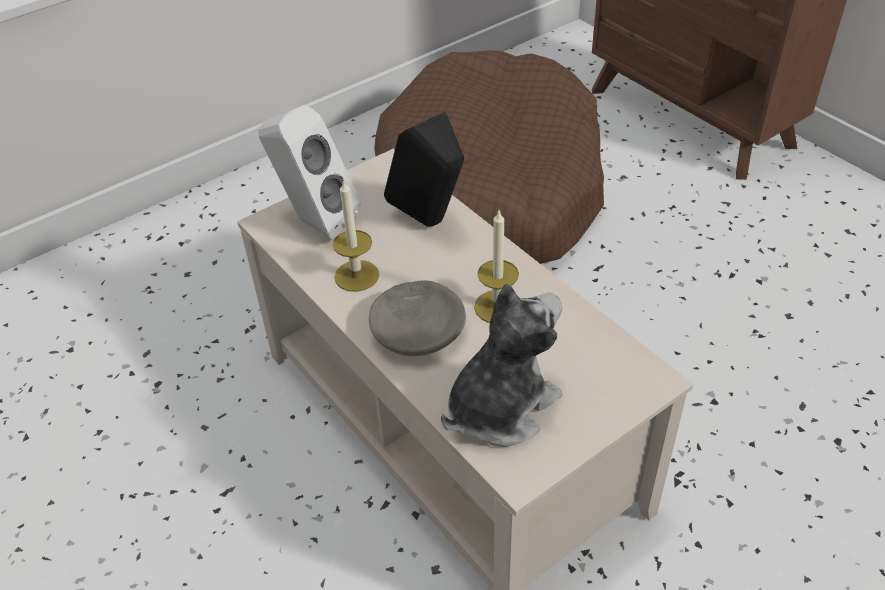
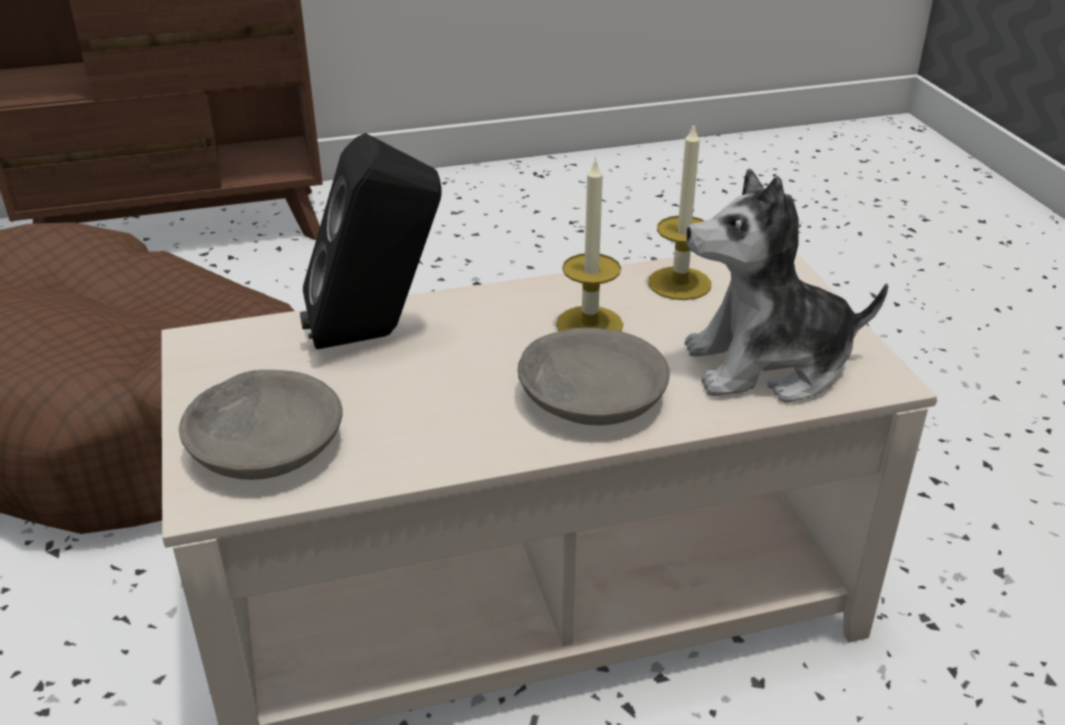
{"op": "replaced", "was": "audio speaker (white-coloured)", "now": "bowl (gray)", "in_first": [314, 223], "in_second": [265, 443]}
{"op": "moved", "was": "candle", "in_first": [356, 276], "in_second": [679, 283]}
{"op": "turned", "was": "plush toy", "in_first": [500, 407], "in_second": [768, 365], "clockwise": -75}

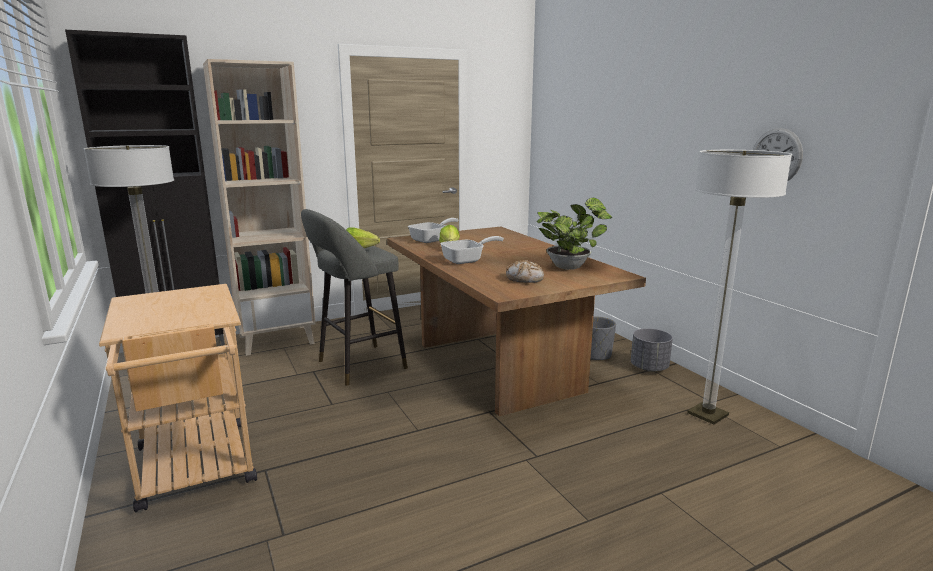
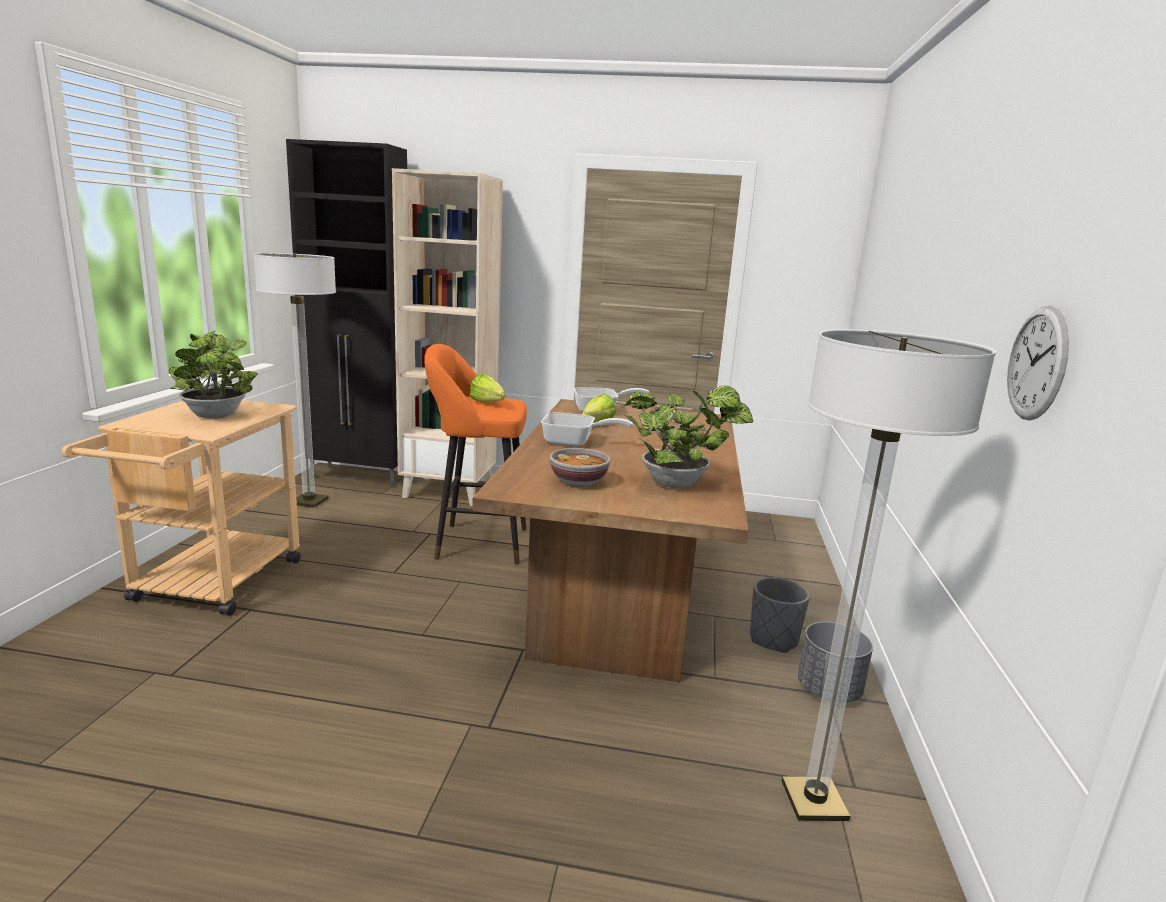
{"op": "recoloured", "was": "stool (gray)", "now": "stool (orangey)", "in_first": [357, 366], "in_second": [475, 543]}
{"op": "replaced", "was": "bakery bread", "now": "bowl", "in_first": [525, 279], "in_second": [578, 481]}
{"op": "added", "now": "houseplant", "in_second": [216, 417]}

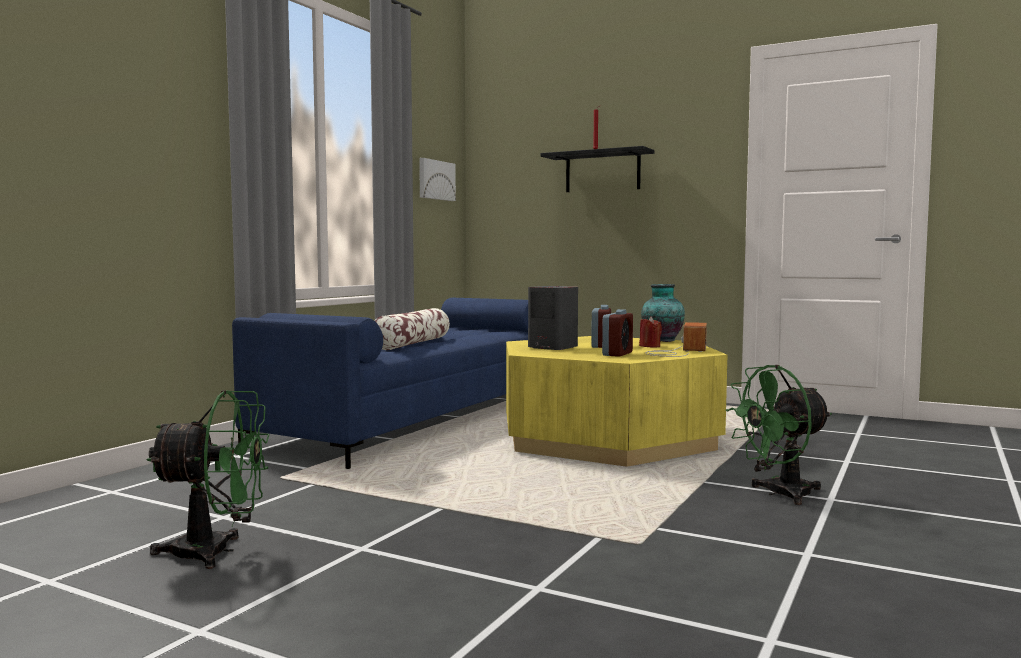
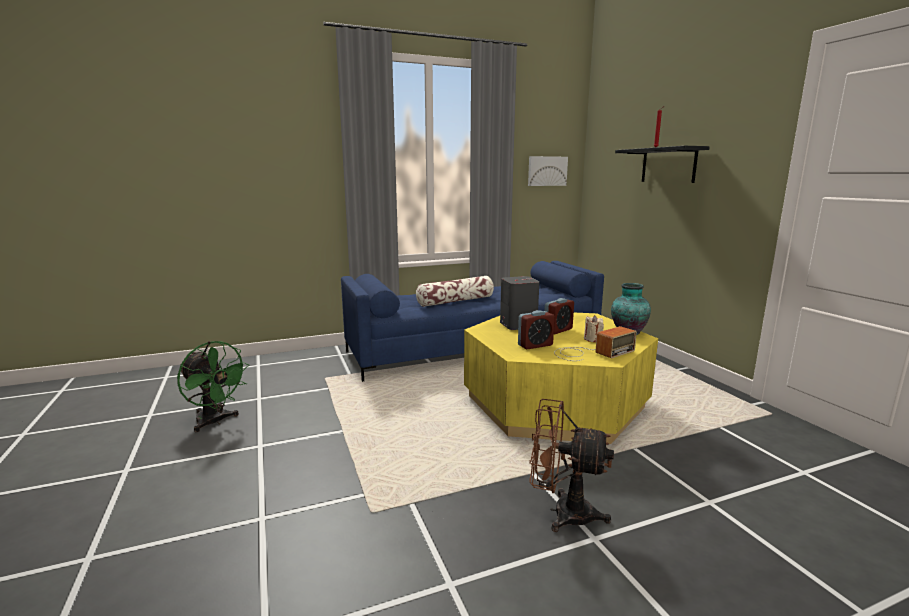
{"op": "recoloured", "was": "candle (red-coloured)", "now": "candle (beige-coloured)", "in_first": [650, 346], "in_second": [592, 339]}
{"op": "recoloured", "was": "cooling fan (green)", "now": "cooling fan (brown)", "in_first": [779, 494], "in_second": [562, 512]}

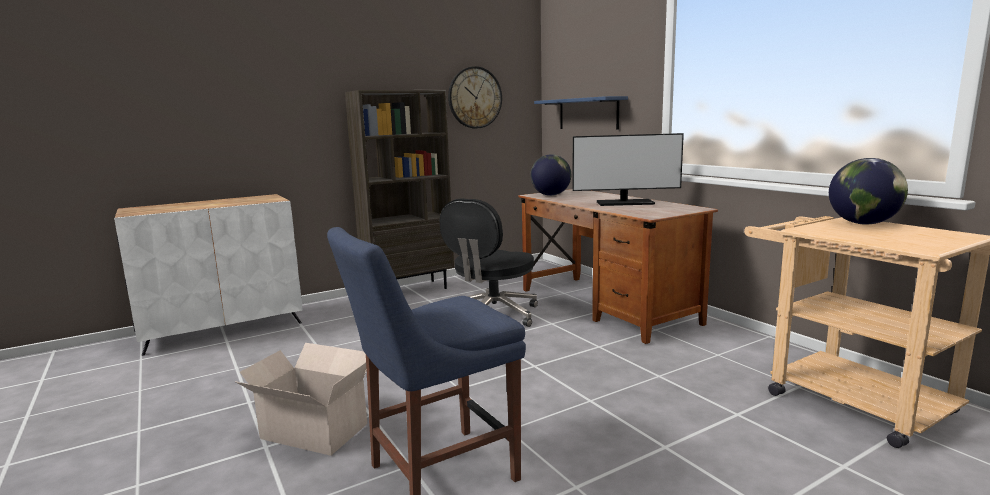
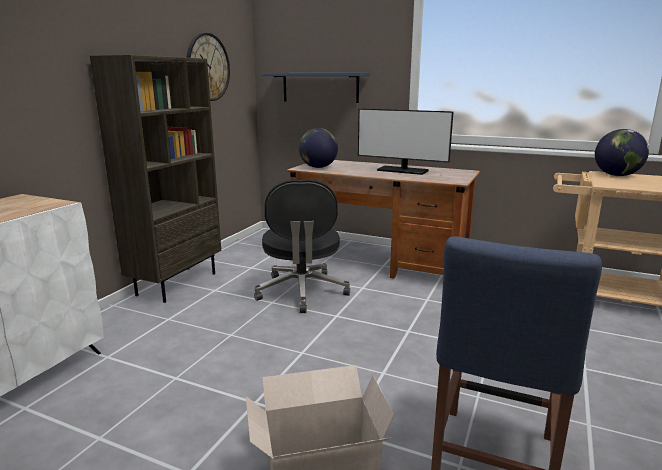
{"op": "turned", "was": "monitor", "in_first": [625, 203], "in_second": [402, 170], "clockwise": 60}

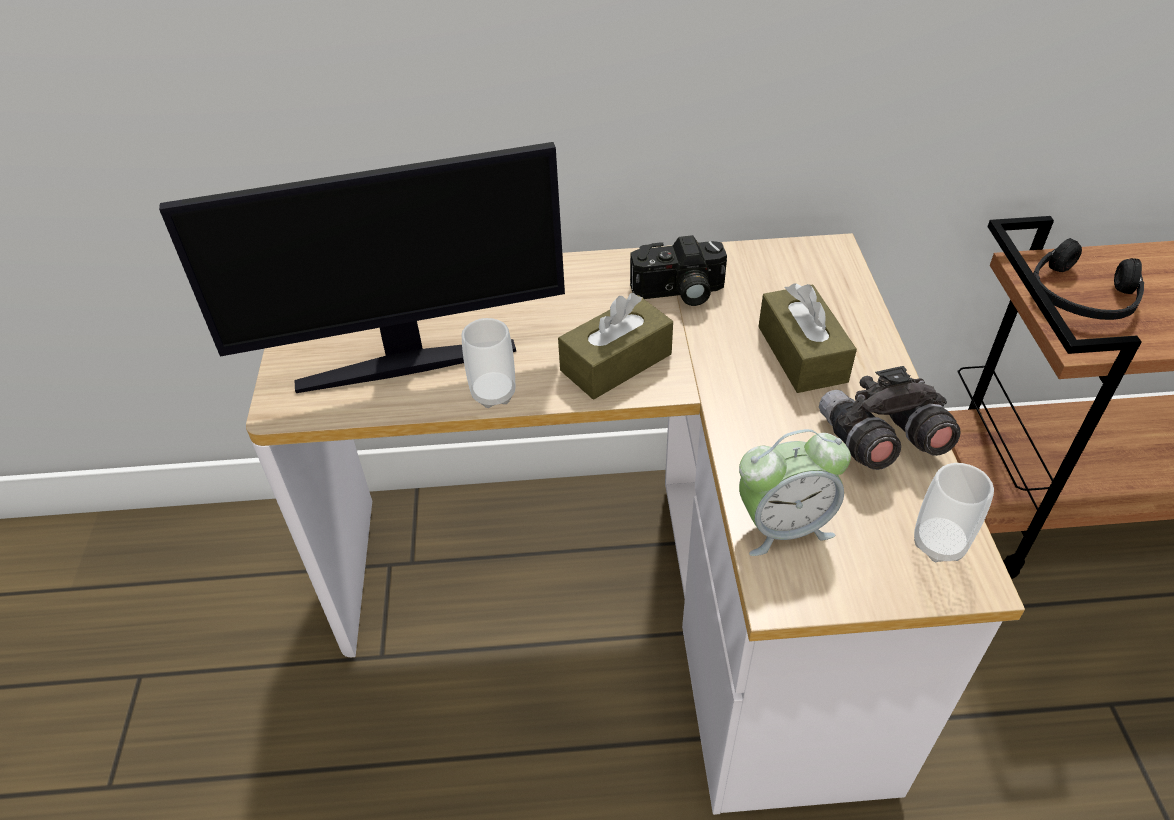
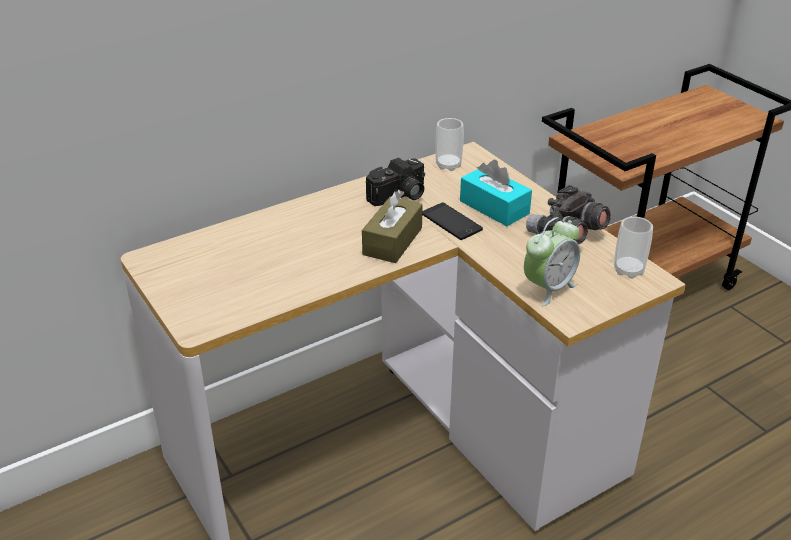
{"op": "removed", "was": "monitor", "in_first": [406, 362]}
{"op": "moved", "was": "cup", "in_first": [493, 394], "in_second": [448, 165]}
{"op": "recoloured", "was": "tissue holder (brown)", "now": "tissue holder (blue-green)", "in_first": [802, 354], "in_second": [494, 207]}
{"op": "removed", "was": "headset (black)", "in_first": [1081, 296]}
{"op": "added", "now": "telephone", "in_second": [451, 222]}

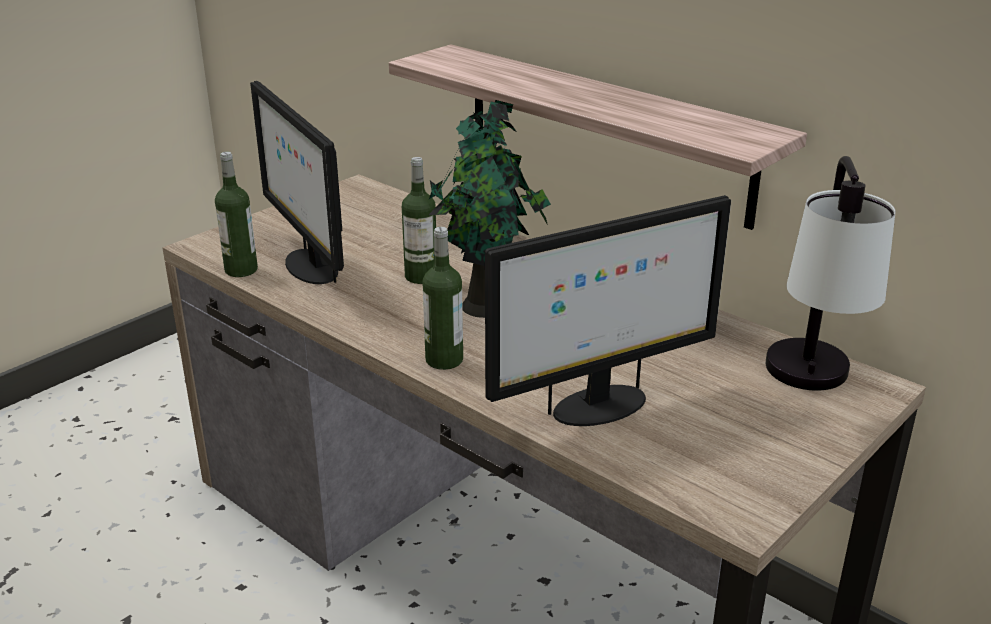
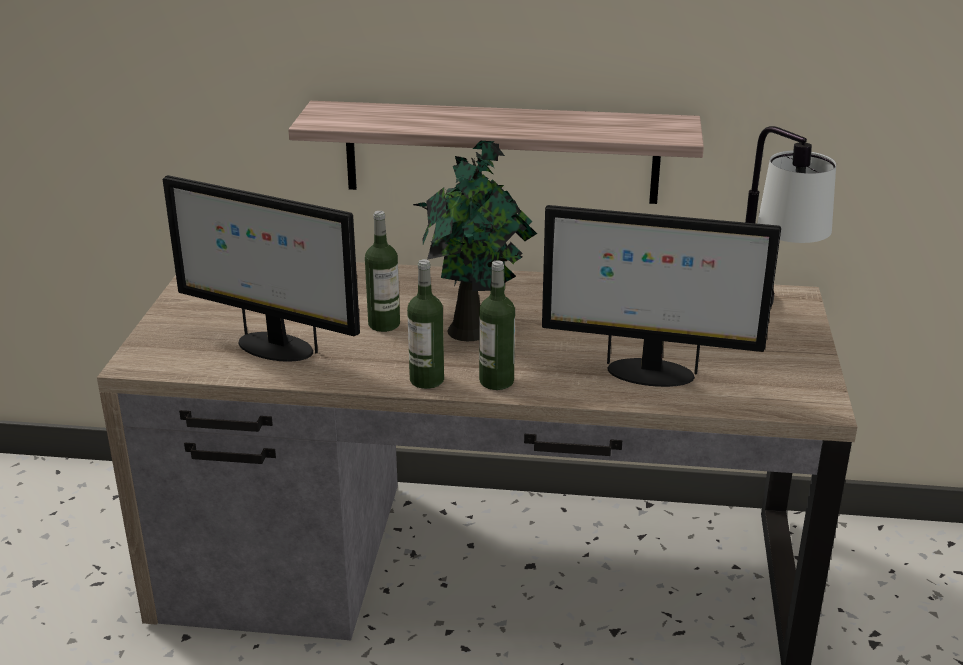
{"op": "moved", "was": "drink bottle", "in_first": [241, 270], "in_second": [427, 380]}
{"op": "turned", "was": "monitor", "in_first": [598, 407], "in_second": [648, 373], "clockwise": 75}

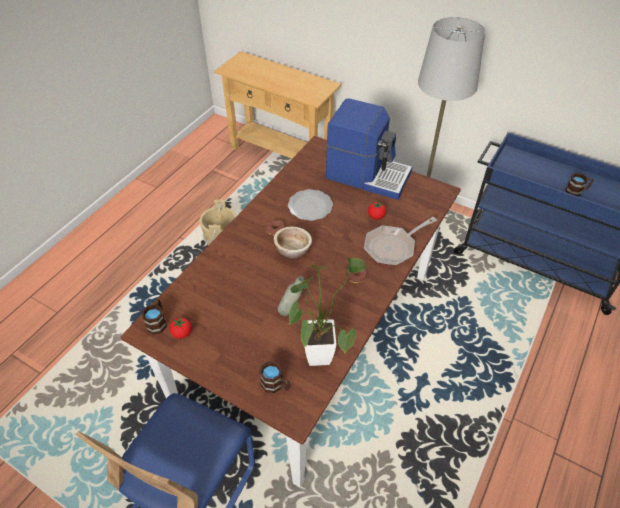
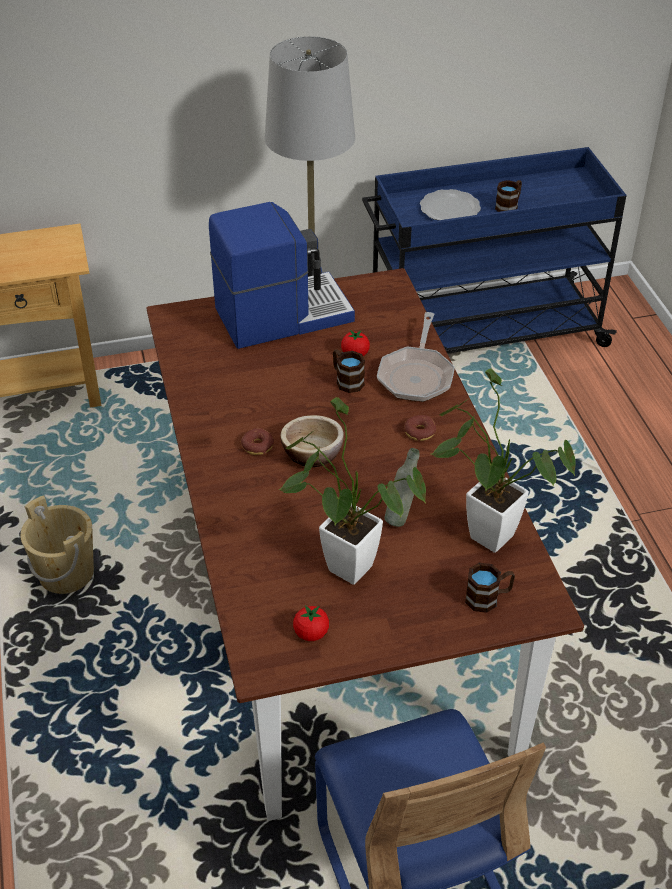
{"op": "moved", "was": "tea mug (brown)", "in_first": [158, 322], "in_second": [346, 380]}
{"op": "moved", "was": "flat dish", "in_first": [310, 206], "in_second": [449, 208]}
{"op": "added", "now": "houseplant", "in_second": [342, 563]}

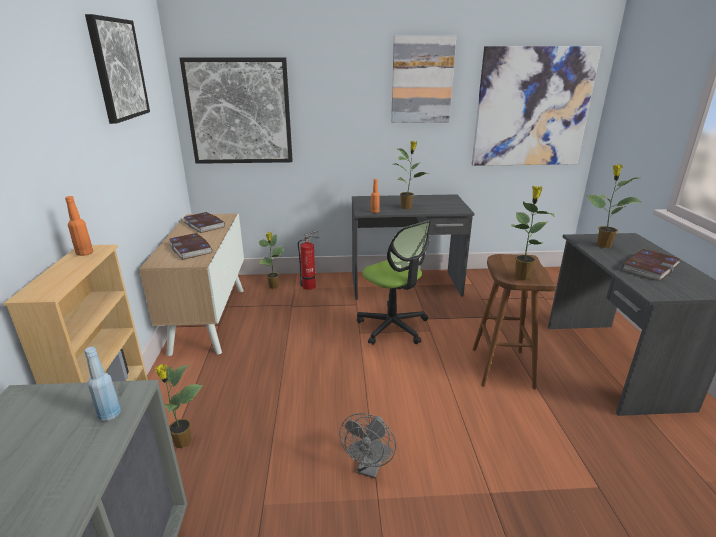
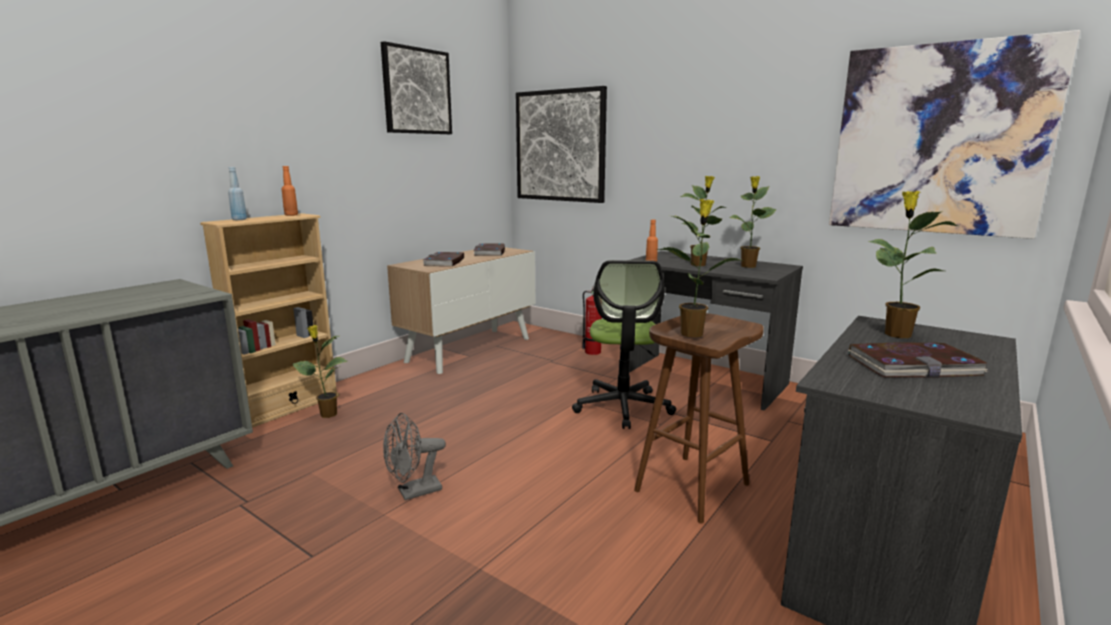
{"op": "moved", "was": "drink bottle (bluish)", "in_first": [109, 415], "in_second": [239, 219]}
{"op": "moved", "was": "houseplant", "in_first": [273, 286], "in_second": [748, 266]}
{"op": "removed", "was": "wall art", "in_first": [422, 80]}

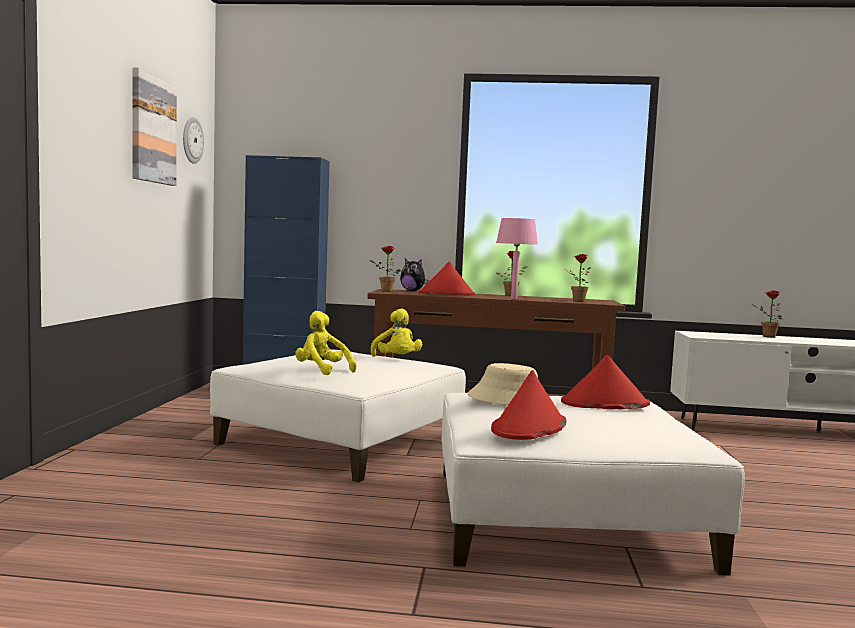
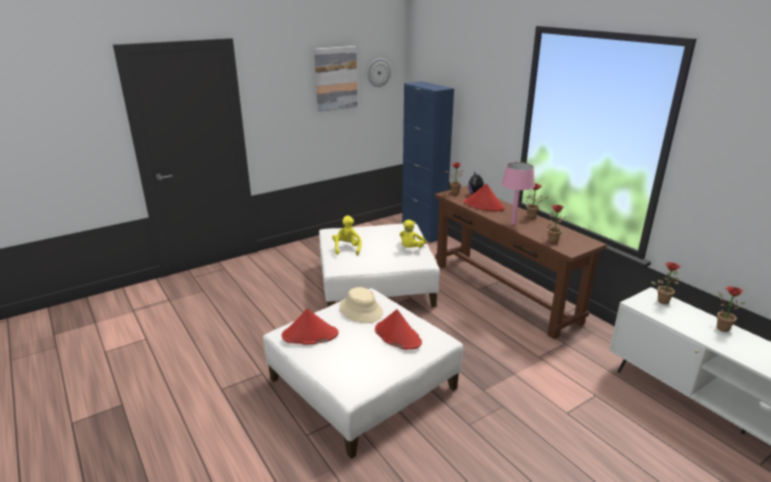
{"op": "added", "now": "houseplant", "in_second": [663, 300]}

